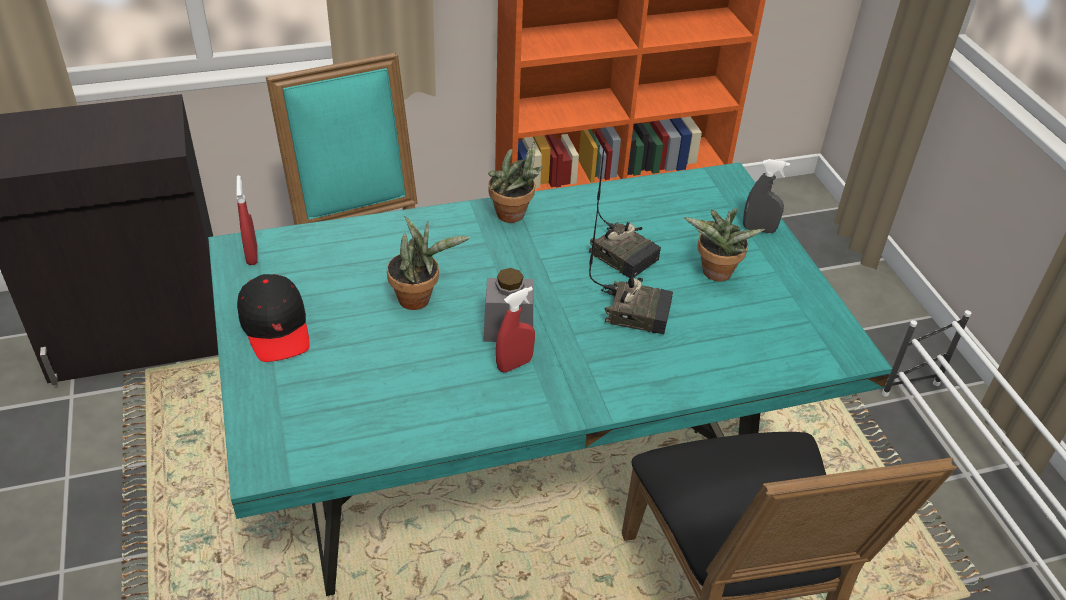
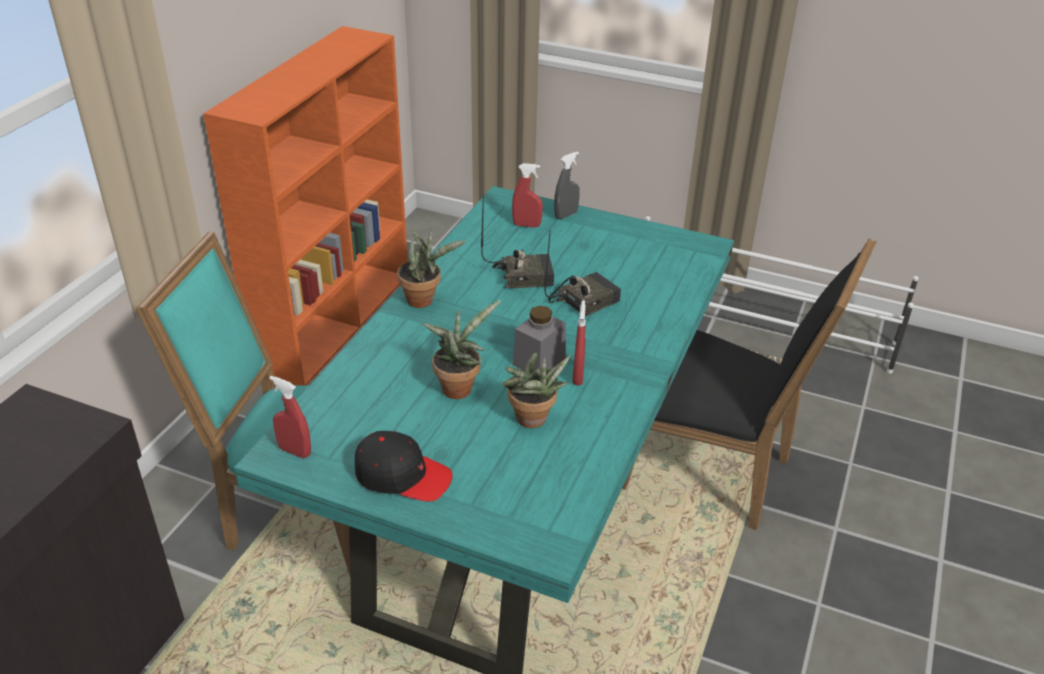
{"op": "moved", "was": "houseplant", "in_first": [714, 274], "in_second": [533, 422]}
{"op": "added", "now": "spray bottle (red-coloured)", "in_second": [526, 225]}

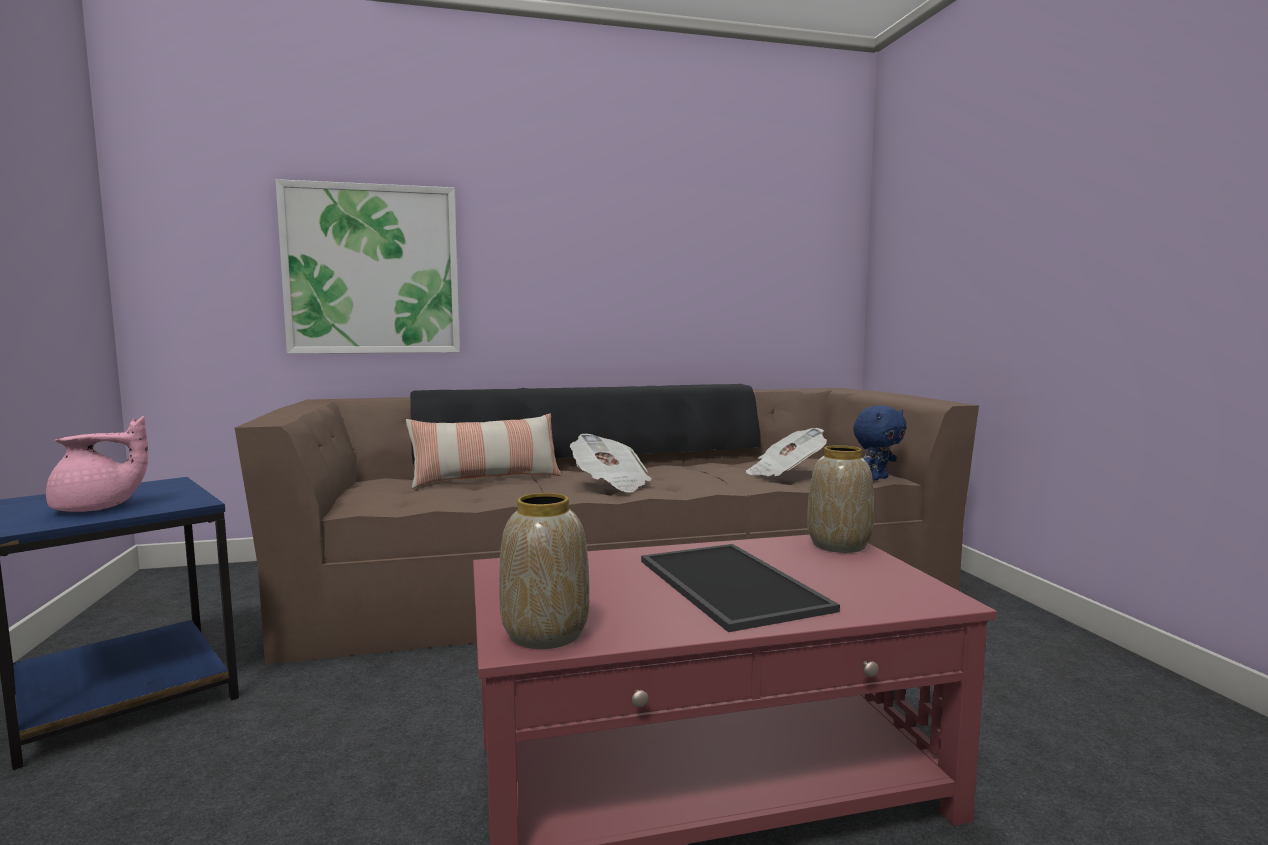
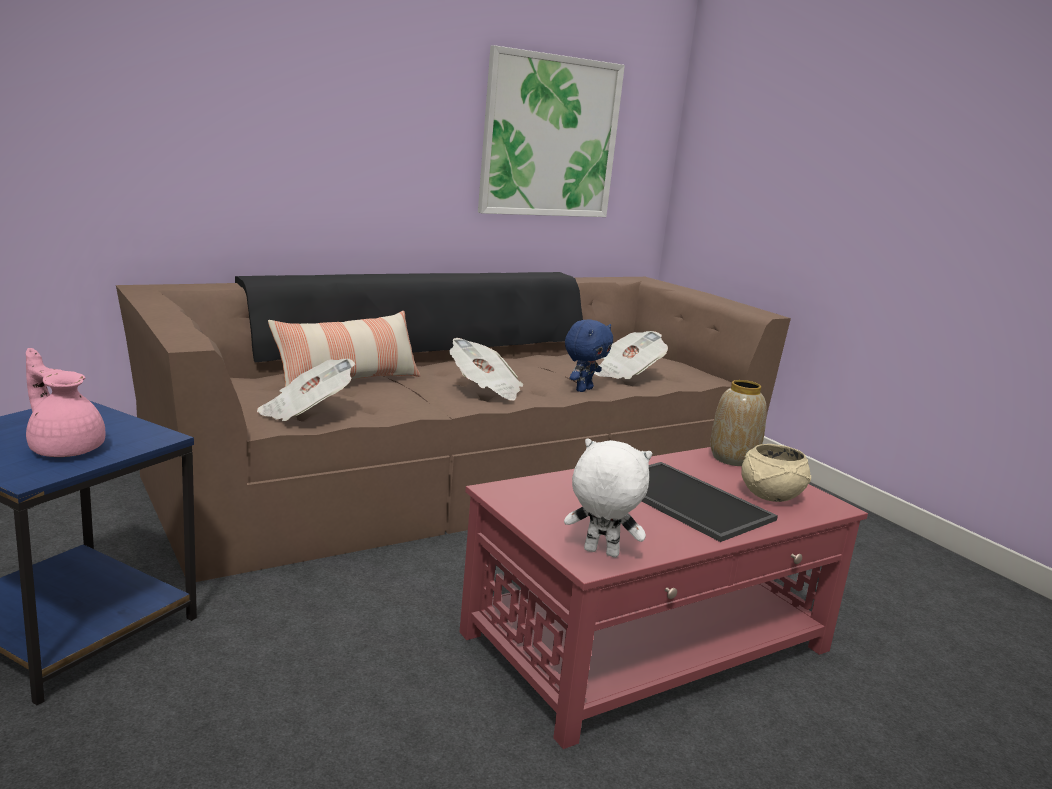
{"op": "turned", "was": "teapot (pink)", "in_first": [97, 509], "in_second": [65, 448], "clockwise": -105}
{"op": "moved", "was": "wall art", "in_first": [372, 270], "in_second": [550, 137]}
{"op": "replaced", "was": "vase", "now": "plush toy (white-coloured)", "in_first": [544, 634], "in_second": [600, 553]}
{"op": "moved", "was": "plush toy (bluish)", "in_first": [877, 478], "in_second": [583, 389]}
{"op": "added", "now": "newspaper", "in_second": [305, 412]}
{"op": "added", "now": "bowl (beige-coloured)", "in_second": [770, 496]}

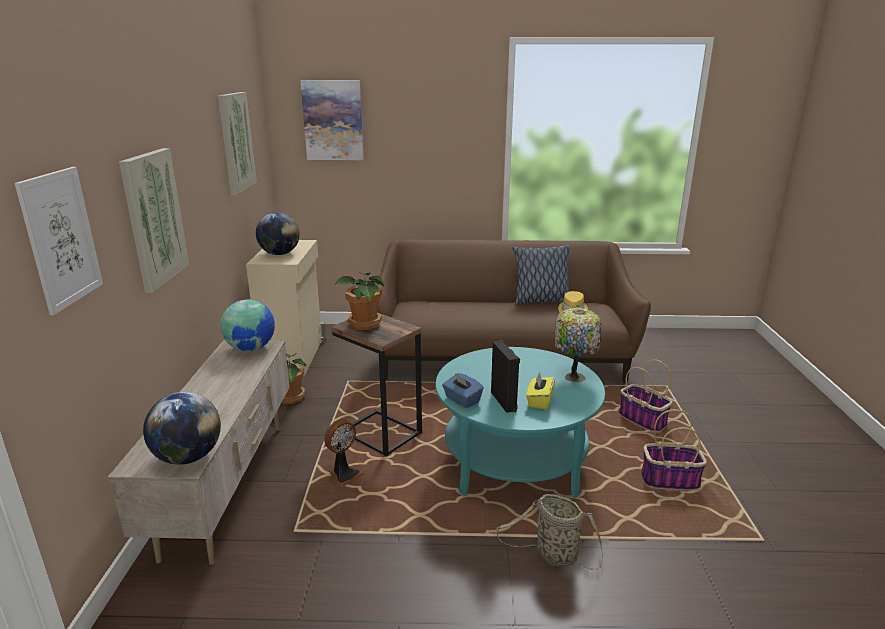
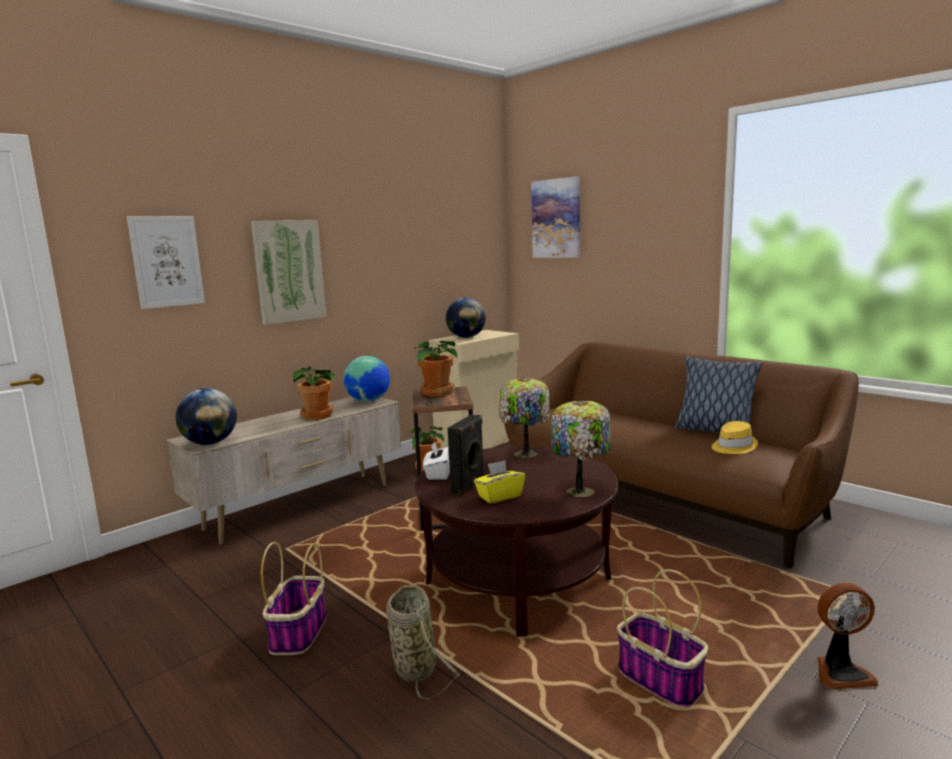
{"op": "removed", "was": "wall art", "in_first": [235, 142]}
{"op": "moved", "was": "cooling fan", "in_first": [344, 475], "in_second": [841, 672]}
{"op": "recoloured", "was": "low table (blue-green)", "now": "low table (brown)", "in_first": [515, 461], "in_second": [518, 581]}
{"op": "recoloured", "was": "tissue holder (bluish)", "now": "tissue holder (white-coloured)", "in_first": [462, 400], "in_second": [438, 474]}
{"op": "moved", "was": "basket", "in_first": [643, 420], "in_second": [298, 634]}
{"op": "added", "now": "houseplant", "in_second": [318, 416]}
{"op": "added", "now": "tabletop lamp", "in_second": [524, 454]}

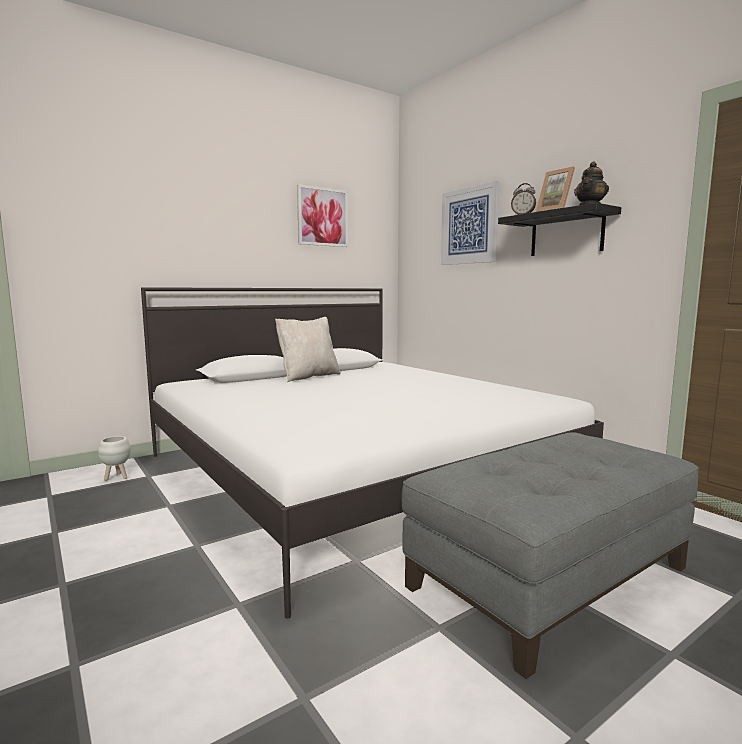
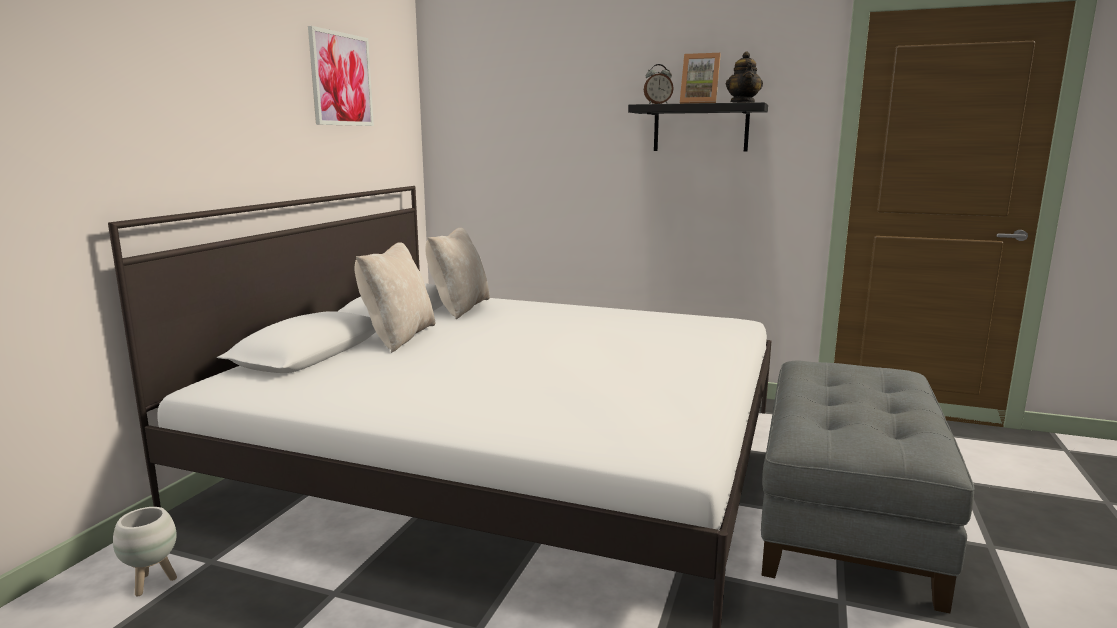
{"op": "removed", "was": "wall art", "in_first": [469, 226]}
{"op": "added", "now": "pillow (beige-coloured)", "in_second": [459, 308]}

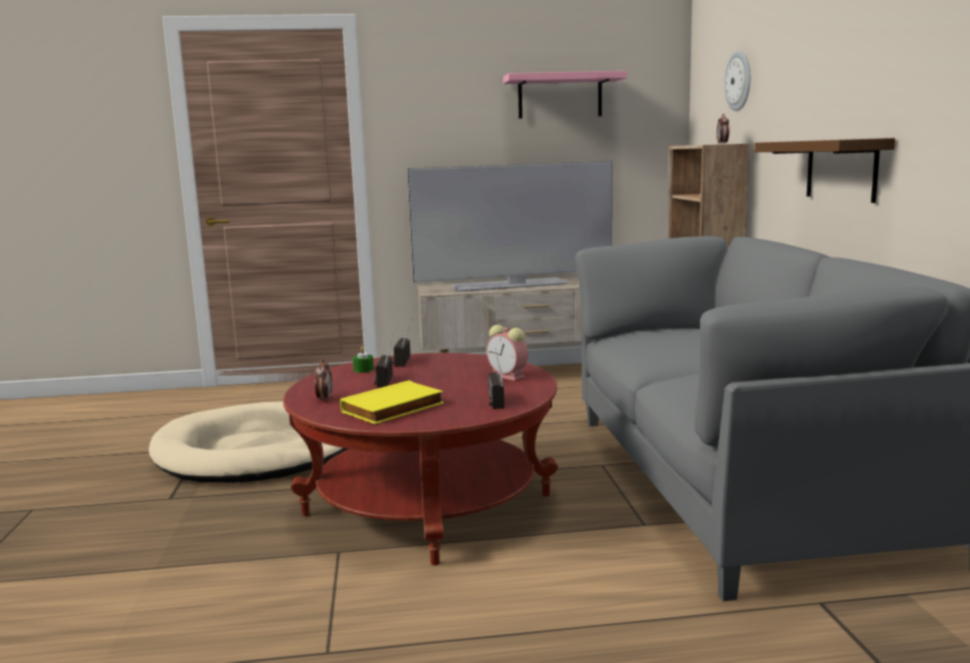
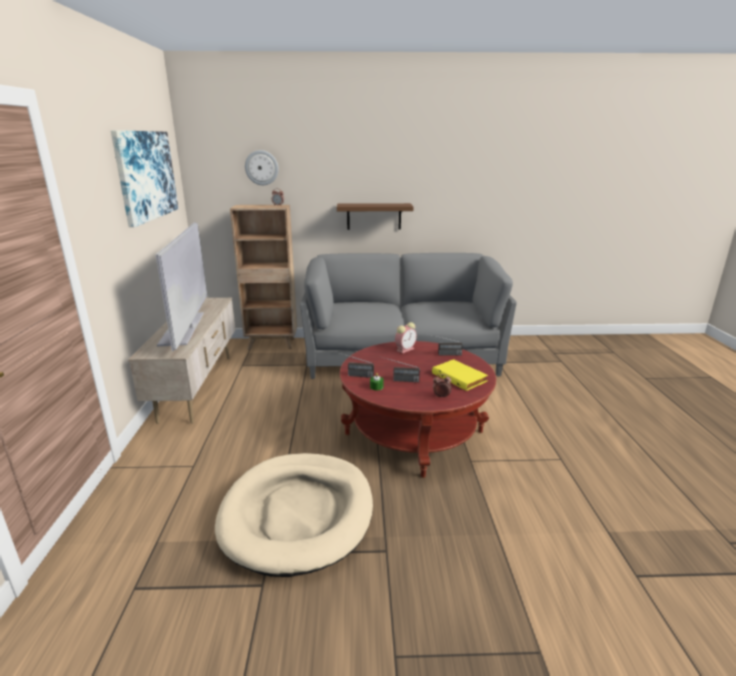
{"op": "replaced", "was": "wall shelf (pink)", "now": "wall art", "in_first": [560, 96], "in_second": [146, 175]}

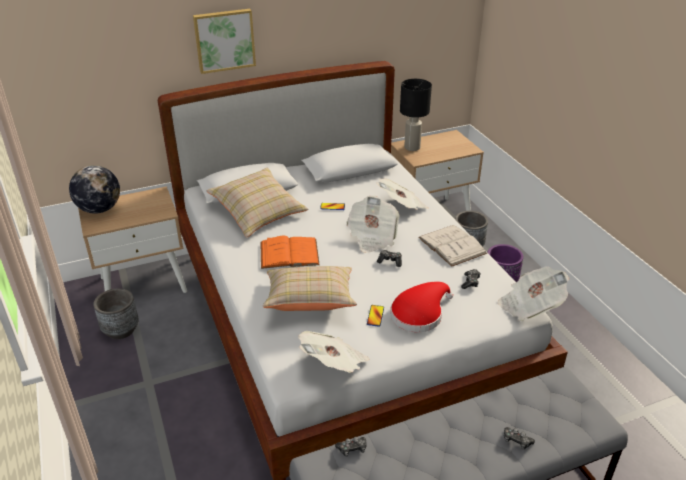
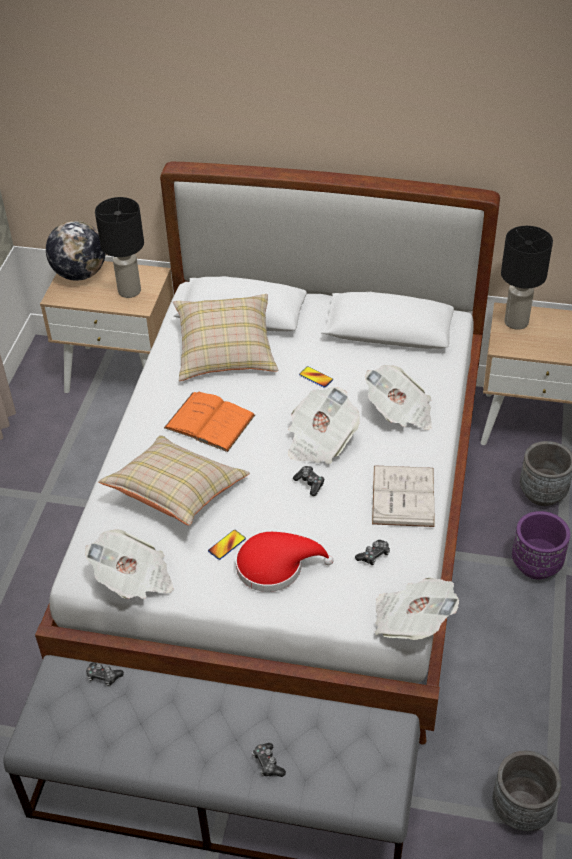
{"op": "moved", "was": "plant pot (gray)", "in_first": [121, 330], "in_second": [521, 810]}
{"op": "removed", "was": "wall art", "in_first": [224, 40]}
{"op": "added", "now": "tabletop lamp (black)", "in_second": [129, 291]}

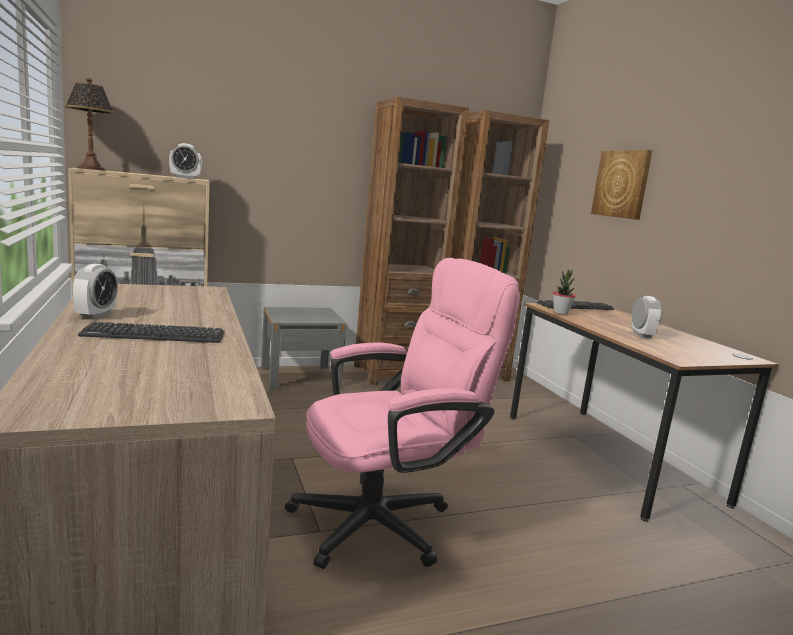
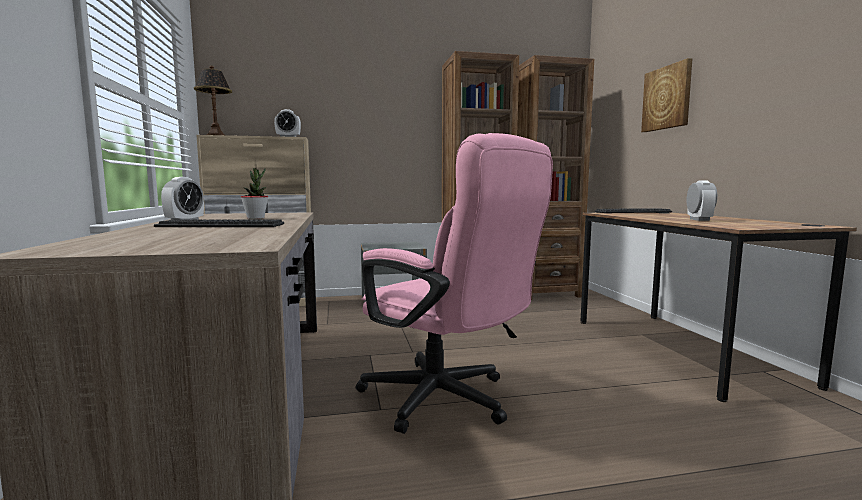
{"op": "turned", "was": "desk chair (pink)", "in_first": [387, 521], "in_second": [447, 401], "clockwise": 60}
{"op": "moved", "was": "houseplant", "in_first": [561, 313], "in_second": [256, 218]}

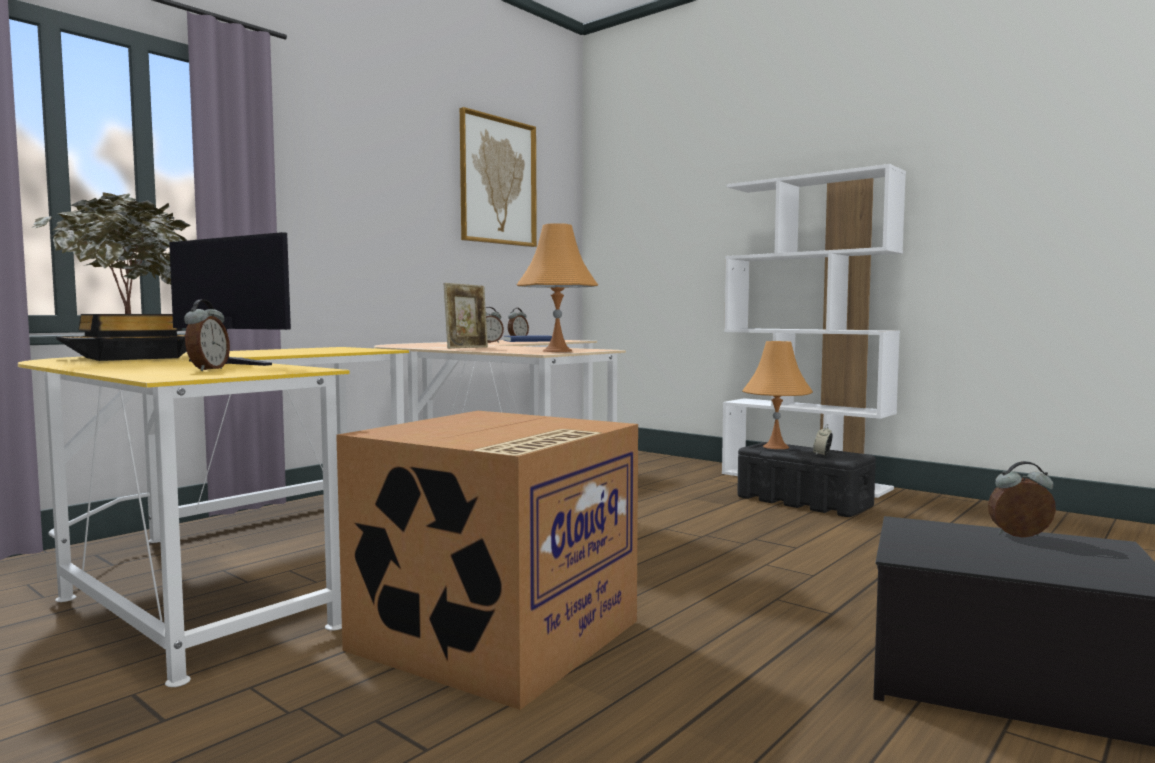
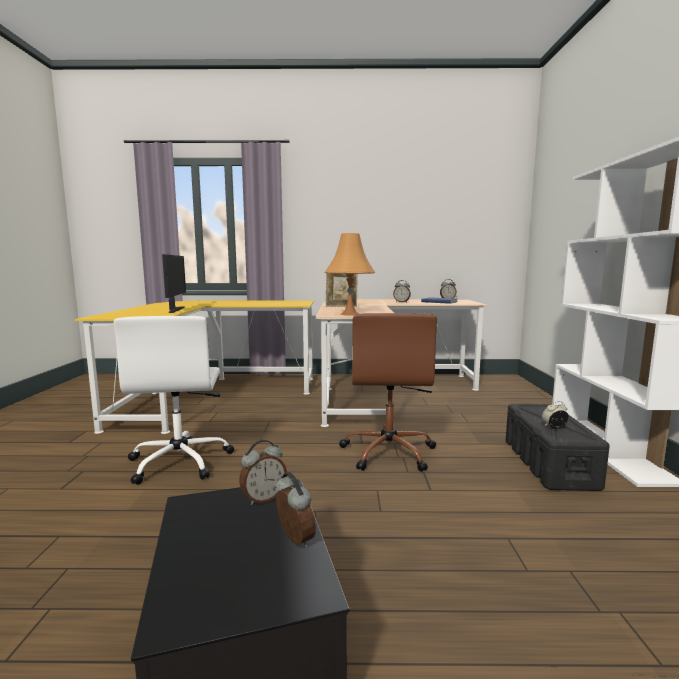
{"op": "removed", "was": "houseplant", "in_first": [130, 358]}
{"op": "moved", "was": "table clock", "in_first": [207, 370], "in_second": [263, 498]}
{"op": "replaced", "was": "cardboard box", "now": "desk chair (white-coloured)", "in_first": [497, 637], "in_second": [180, 461]}
{"op": "removed", "was": "wall art", "in_first": [498, 181]}
{"op": "removed", "was": "tabletop lamp (orangey)", "in_first": [775, 447]}
{"op": "added", "now": "desk chair (brown)", "in_second": [388, 452]}

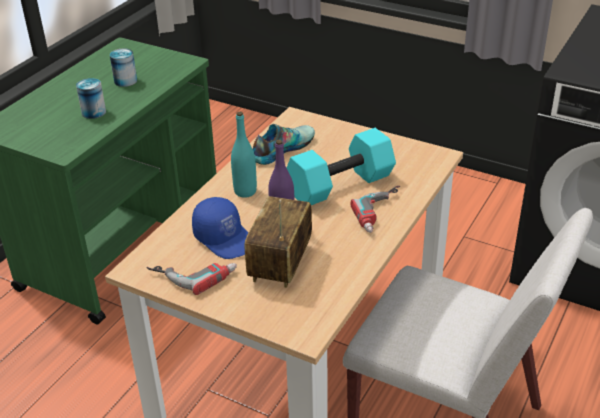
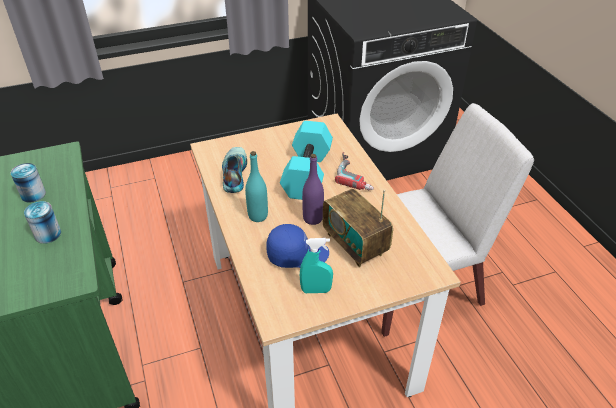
{"op": "replaced", "was": "power drill", "now": "spray bottle (blue-green)", "in_first": [193, 272], "in_second": [316, 290]}

